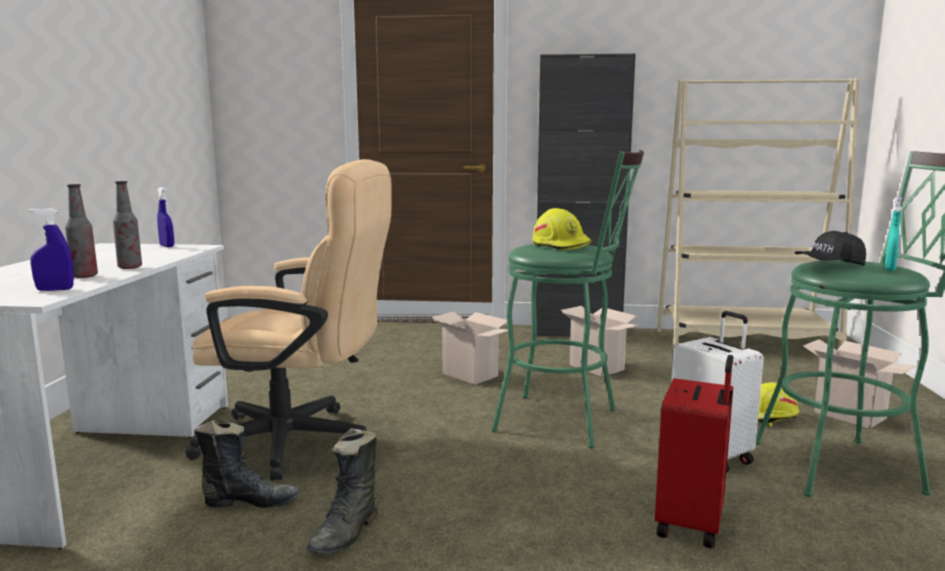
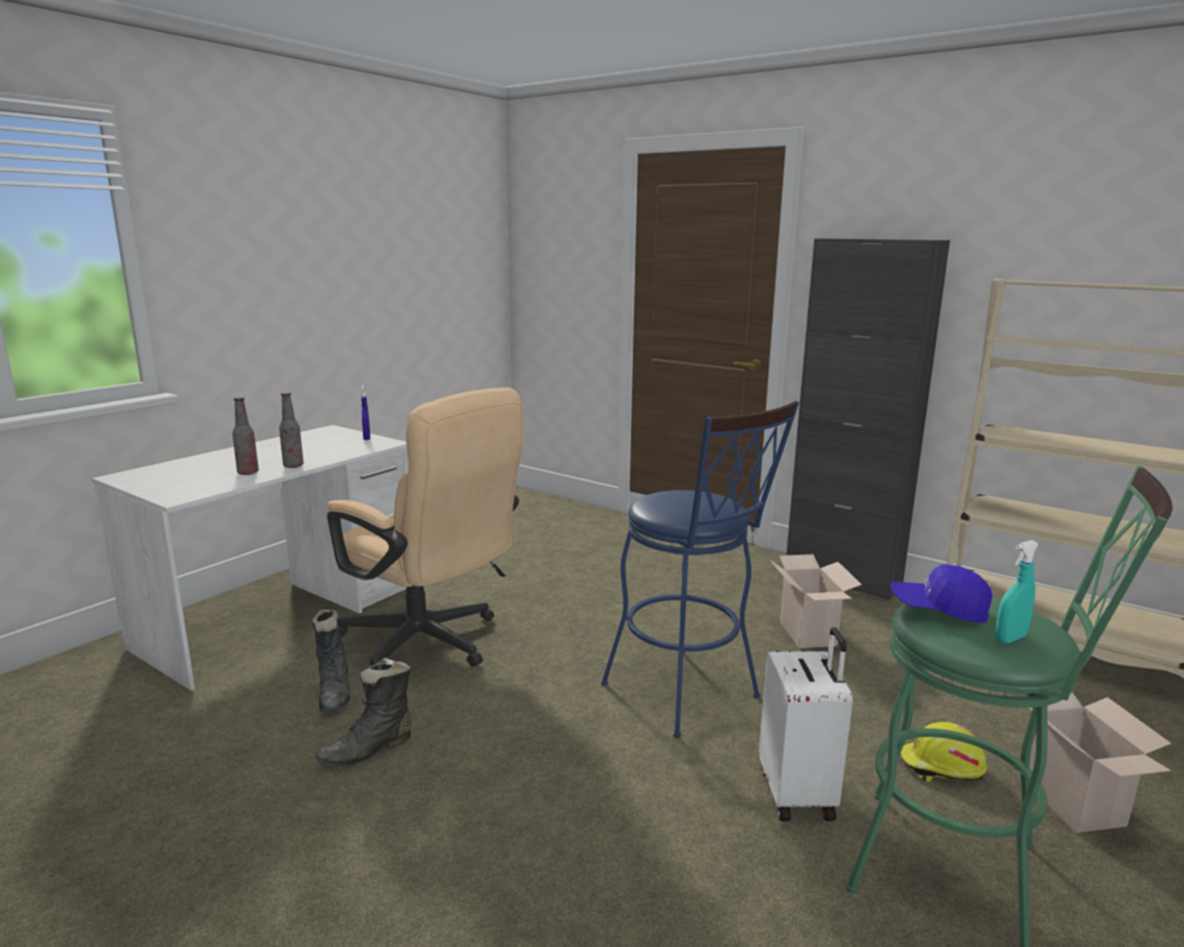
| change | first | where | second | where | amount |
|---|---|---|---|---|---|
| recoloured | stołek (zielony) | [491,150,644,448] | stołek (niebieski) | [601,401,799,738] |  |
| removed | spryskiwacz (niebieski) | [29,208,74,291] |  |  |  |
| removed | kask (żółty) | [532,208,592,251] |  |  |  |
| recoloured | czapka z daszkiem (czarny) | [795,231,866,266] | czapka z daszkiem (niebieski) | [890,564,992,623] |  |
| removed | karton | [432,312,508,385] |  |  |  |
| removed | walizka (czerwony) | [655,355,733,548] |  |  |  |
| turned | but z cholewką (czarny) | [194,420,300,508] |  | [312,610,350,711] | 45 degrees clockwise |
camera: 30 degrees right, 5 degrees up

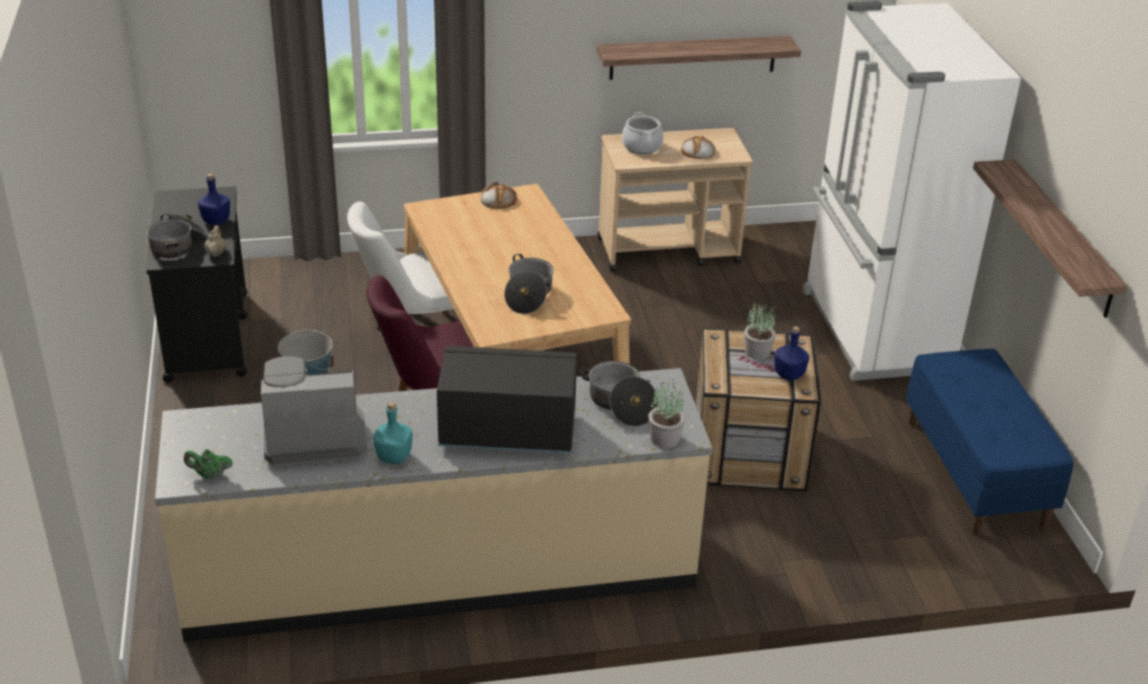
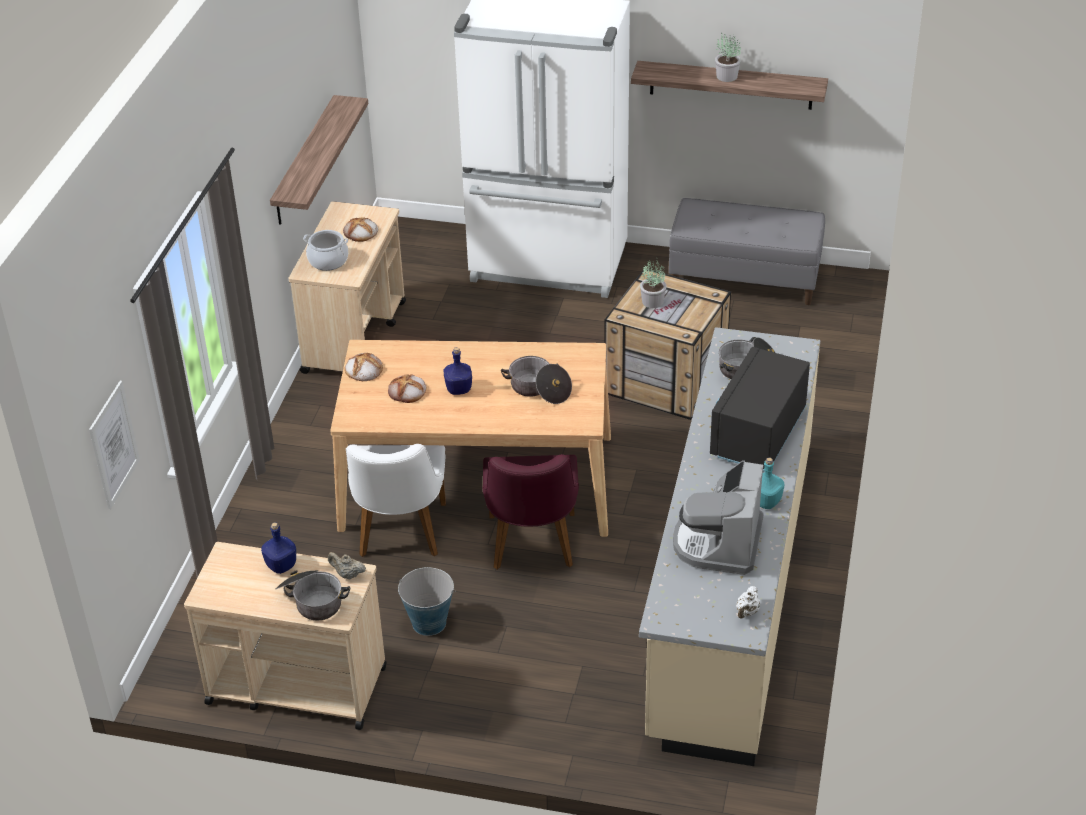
| change | first | where | second | where | amount |
|---|---|---|---|---|---|
| recoloured | wózek (czarny) | [146,186,248,382] | wózek (beżowy) | [184,542,387,730] |  |
| moved | butelka (niebieski) | [775,326,809,381] |  | [444,347,472,395] |  |
| recoloured | ławka (niebieski) | [906,349,1073,536] | ławka (szary) | [669,198,825,305] |  |
| moved | roślina doniczkowa | [649,380,685,448] |  | [715,33,741,82] |  |
| recoloured | imbryk (zielony) | [184,449,233,479] | imbryk (biały) | [736,586,760,619] |  |
| added |  |  | chleb | [388,374,426,403] |  |
| added |  |  | obraz | [89,381,140,509] |  |
camera: 65 degrees left, 5 degrees up

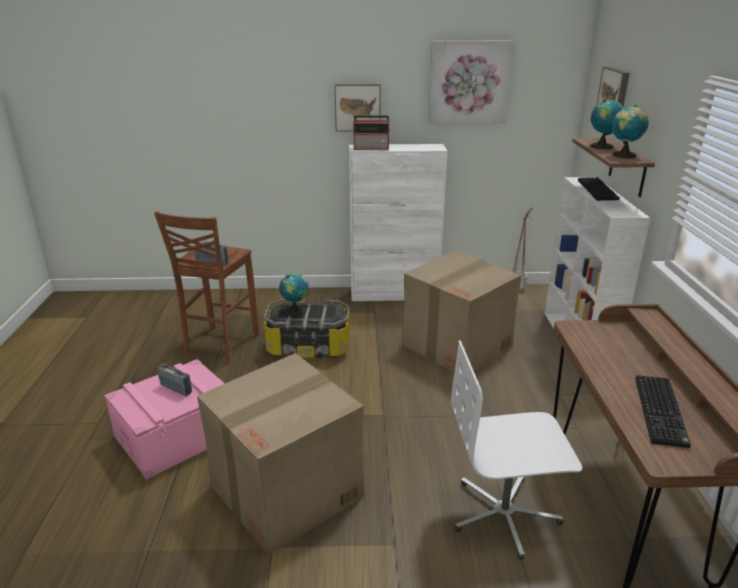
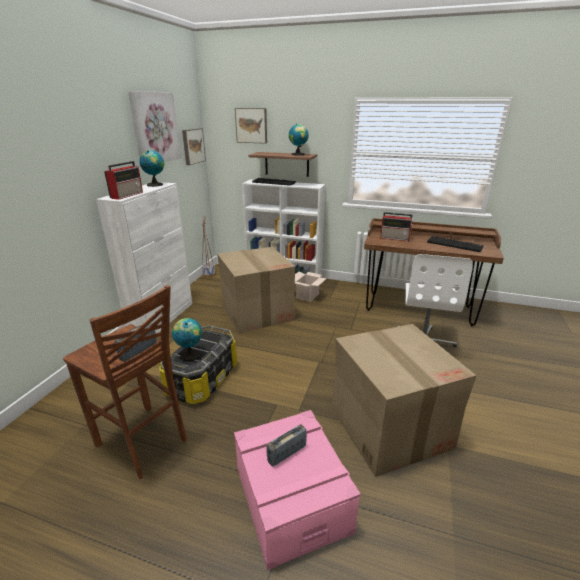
| change | first | where | second | where | amount |
|---|---|---|---|---|---|
| moved | obraz | [335,84,381,131] |  | [182,128,206,165] |  |
| moved | globus | [590,100,623,149] |  | [139,150,164,187] |  |
| added |  |  | radio | [380,212,413,241] |  |
| added |  |  | karton | [295,272,327,302] |  |
camera: 70 degrees left, 0 degrees up

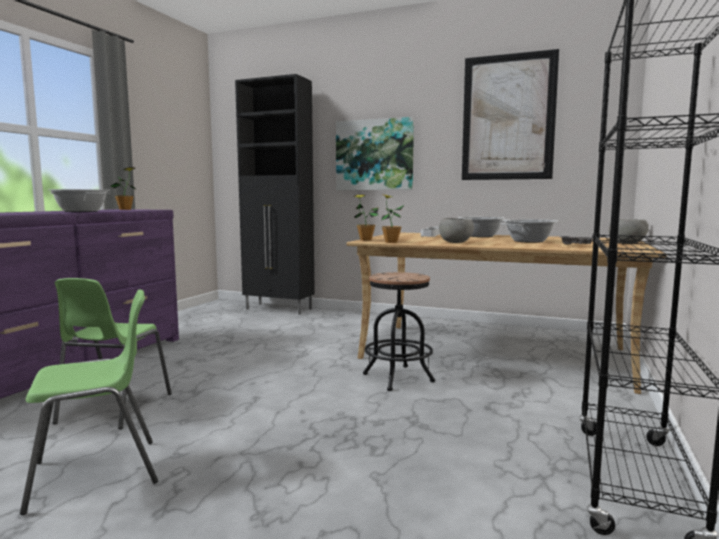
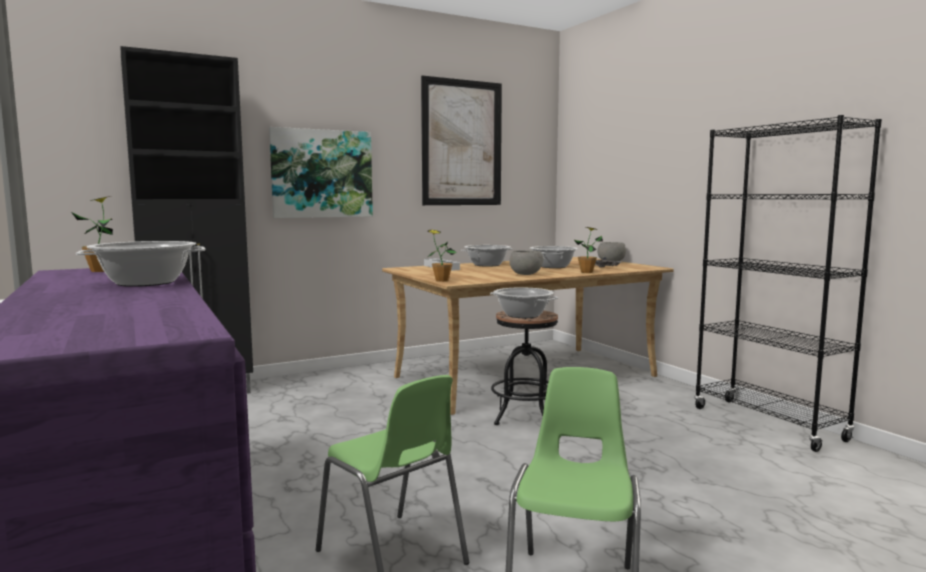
| change | first | where | second | where | amount |
|---|---|---|---|---|---|
| moved | roślina doniczkowa | [381,194,405,243] |  | [573,227,603,273] |  |
| added |  |  | garnek | [490,287,558,318] |  |
camera: 50 degrees left, 0 degrees up

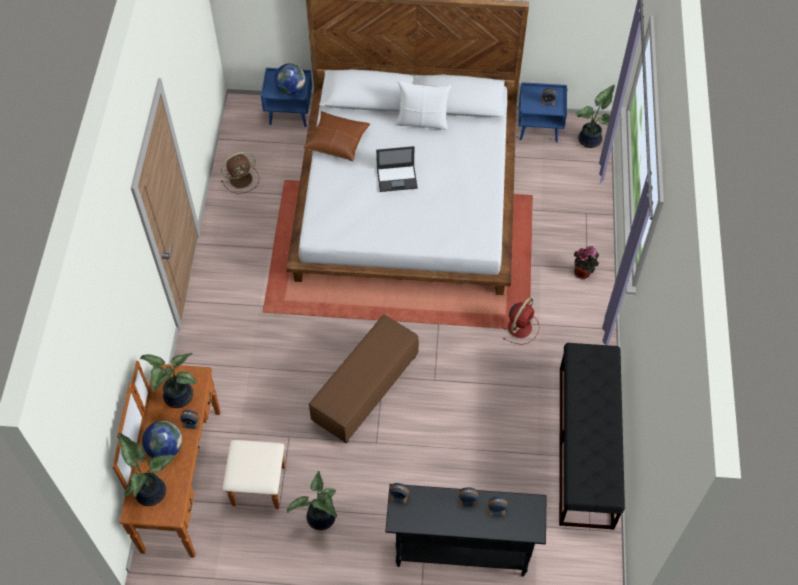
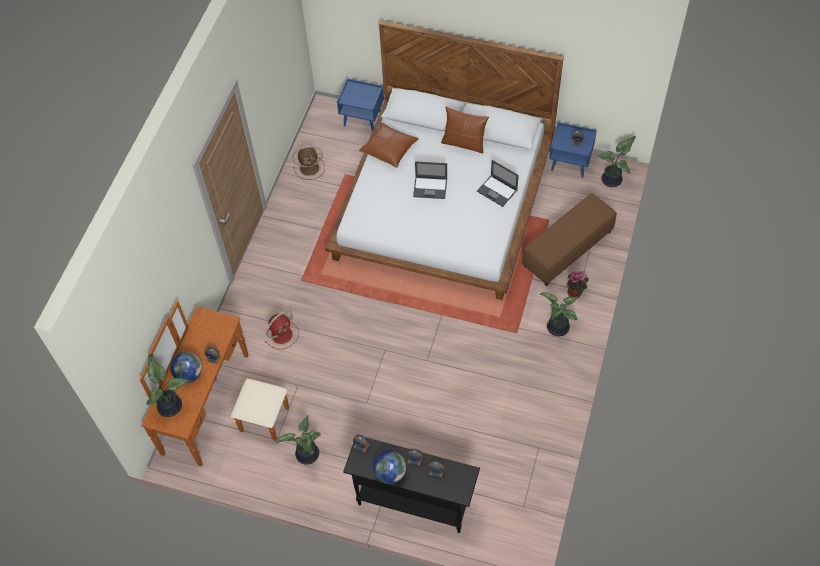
| change | first | where | second | where | amount |
|---|---|---|---|---|---|
| moved | globus | [274,63,305,95] |  | [373,450,406,484] |  |
| recoloured | poduszka (biały) | [396,81,451,130] | poduszka (brązowy) | [441,106,489,153] |  |
| moved | wentylator (czerwony) | [502,297,539,345] |  | [265,311,299,349] |  |
| moved | pufa (brązowy) | [309,315,419,444] |  | [522,193,617,286] |  |
| removed | ławka (czarny) | [559,343,625,530] |  |  |  |
| moved | roślina doniczkowa | [140,353,197,408] |  | [540,292,580,337] |  |
| added |  |  | laptop | [477,160,519,207] |  |
camera: 15 degrees right, 0 degrees up

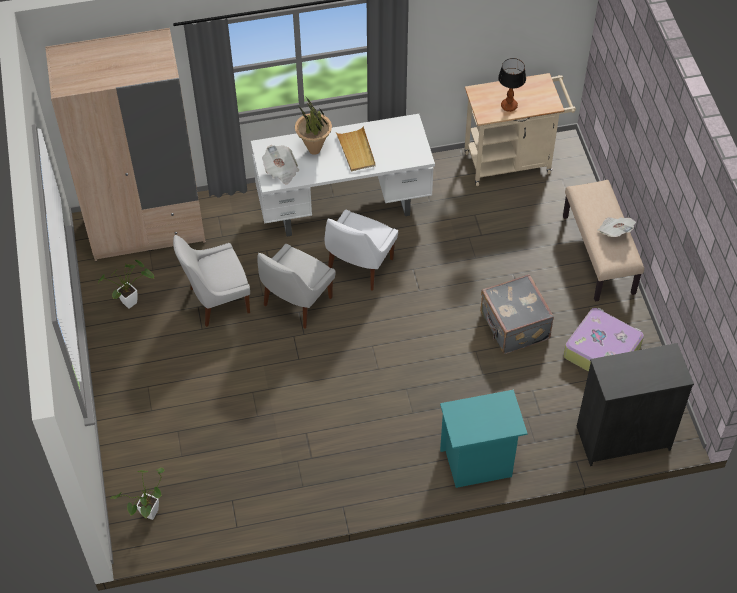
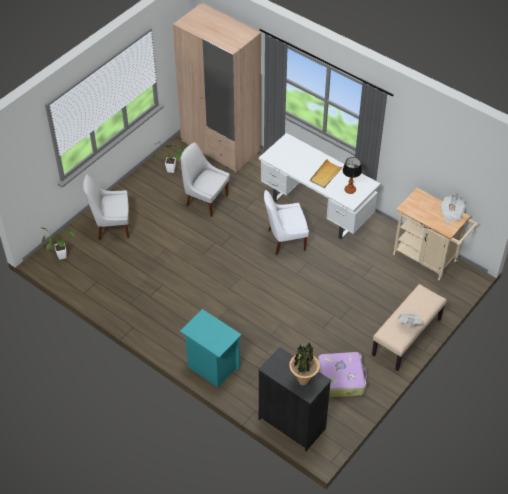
| change | first | where | second | where | amount |
|---|---|---|---|---|---|
| moved | lampa stołowa | [498,58,526,112] |  | [343,157,362,194] |  |
| moved | roślina doniczkowa | [295,97,332,155] |  | [289,342,320,385] |  |
| moved | gazeta | [262,145,299,185] |  | [440,194,466,223] |  |
| moved | krzesło (biały) | [257,244,336,329] |  | [83,174,129,240] |  |
| removed | walizka (szary) | [480,274,554,354] |  |  |  |
camera: 50 degrees right, 5 degrees down

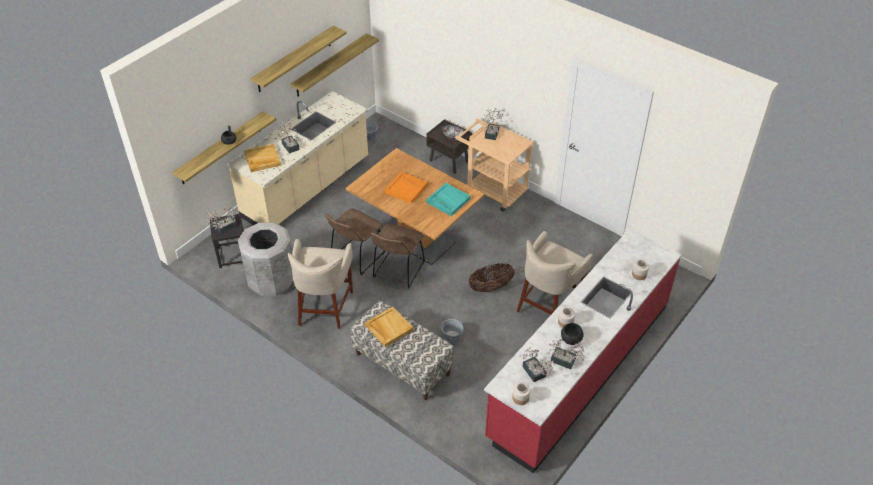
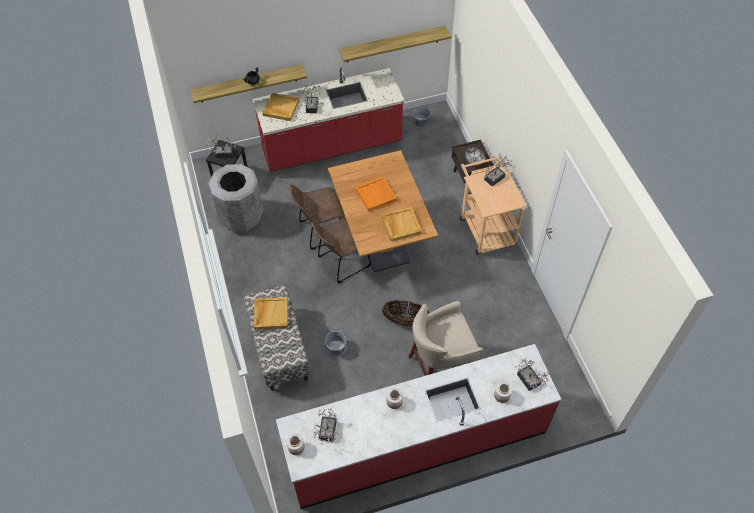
| change | first | where | second | where | amount |
|---|---|---|---|---|---|
| removed | półka | [251,26,347,92] |  |  |  |
| recoloured | zabudowa kuchenna (beżowy) | [228,91,368,225] | zabudowa kuchenna (czerwony) | [252,68,405,172] |  |
| recoloured | taca (turkusowy) | [426,183,471,216] | taca (beżowy) | [381,207,422,242] |  |
| removed | stołek (beżowy) | [287,239,353,329] |  |  |  |
| removed | miska (czarny) | [561,323,583,345] |  |  |  |
| moved | roślina doniczkowa | [547,339,586,369] |  | [515,358,551,391] |  |
camera: 35 degrees right, 10 degrees up

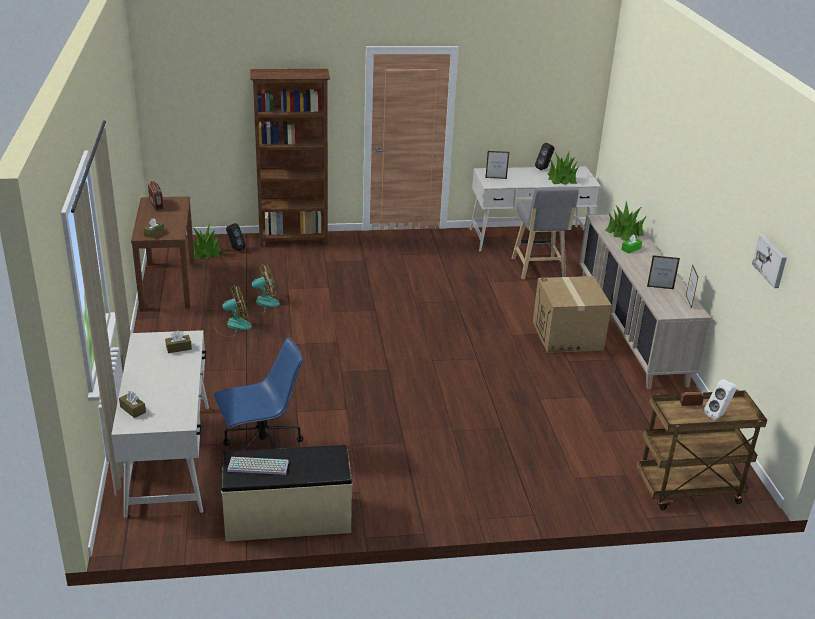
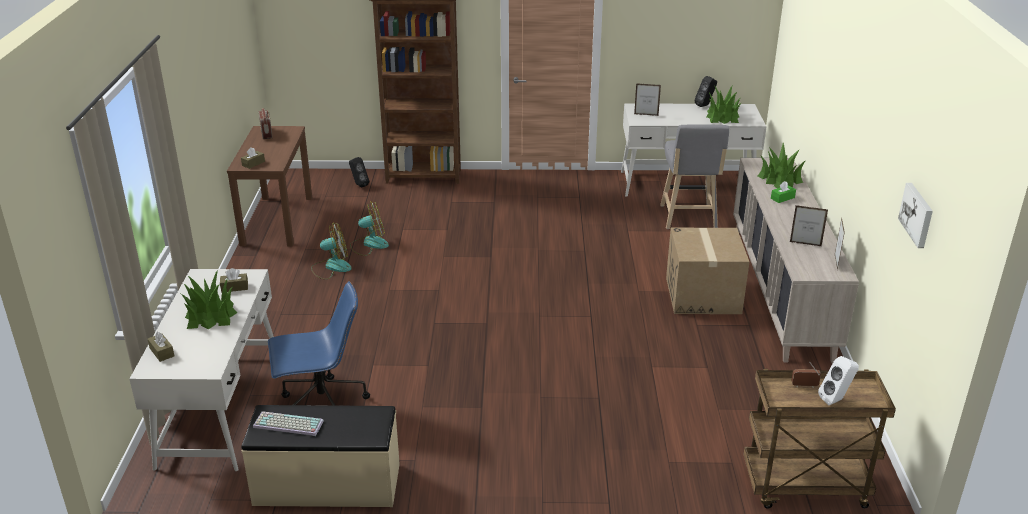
| change | first | where | second | where | amount |
|---|---|---|---|---|---|
| moved | roślina doniczkowa | [193,223,221,259] |  | [181,269,237,329] |  |
camera: 10 degrees right, 0 degrees up

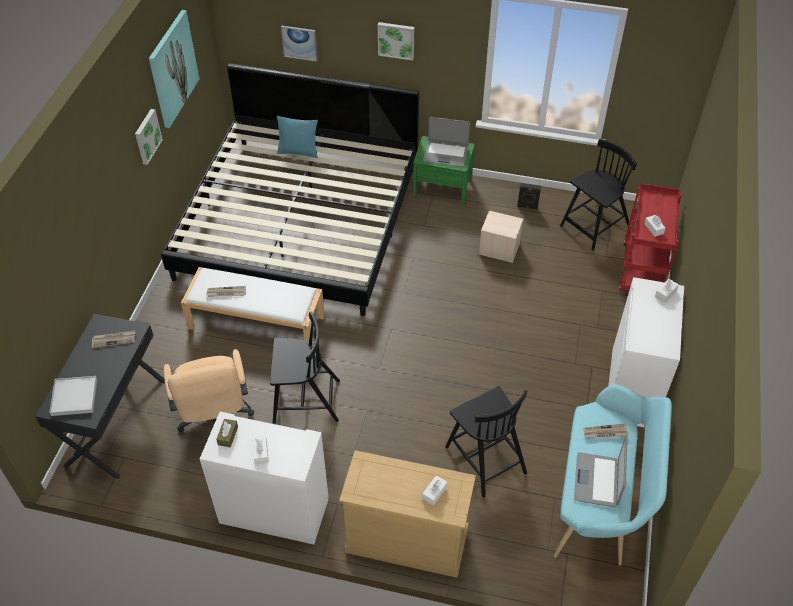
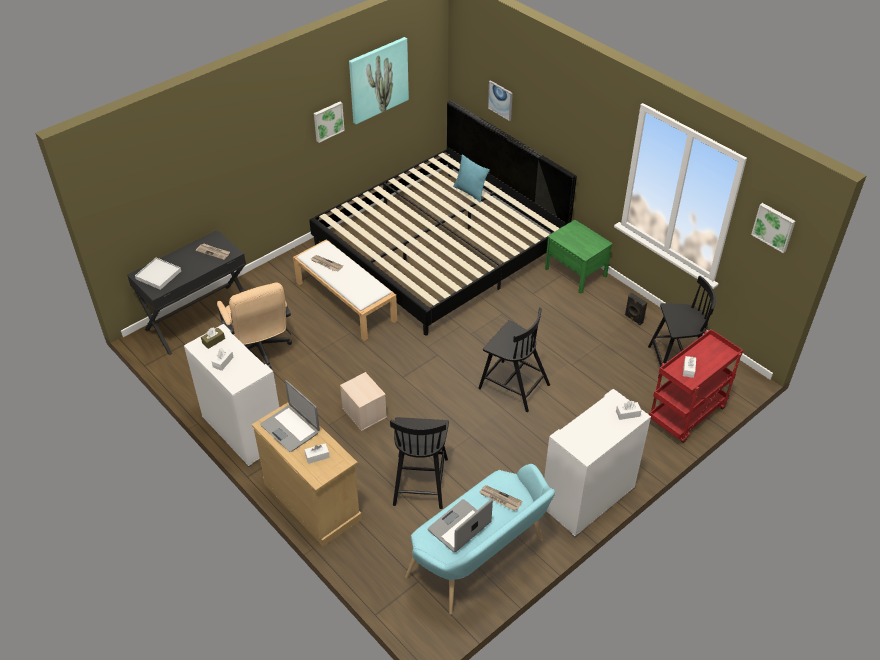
| change | first | where | second | where | amount |
|---|---|---|---|---|---|
| moved | obraz | [378,22,414,61] |  | [751,203,795,253] |  |
| moved | laptop | [423,117,470,167] |  | [260,380,320,452] |  |
| moved | pojemnik do przechowywania (beżowy) | [479,211,523,263] |  | [340,372,387,431] |  |
| moved | krzesło (czarny) | [270,312,340,423] |  | [478,307,550,412] |  |
| turned | krzesło biurowe (beżowy) | [164,349,254,433] |  | [217,283,292,369] | 45 degrees counterclockwise |
camera: 35 degrees right, 5 degrees down

